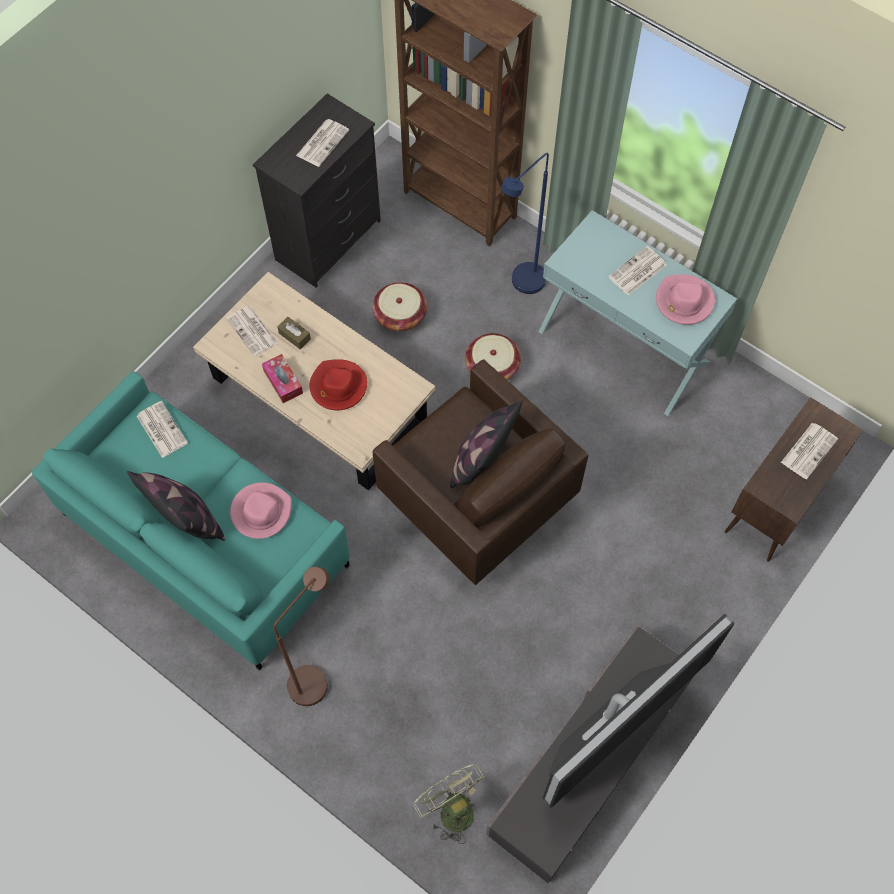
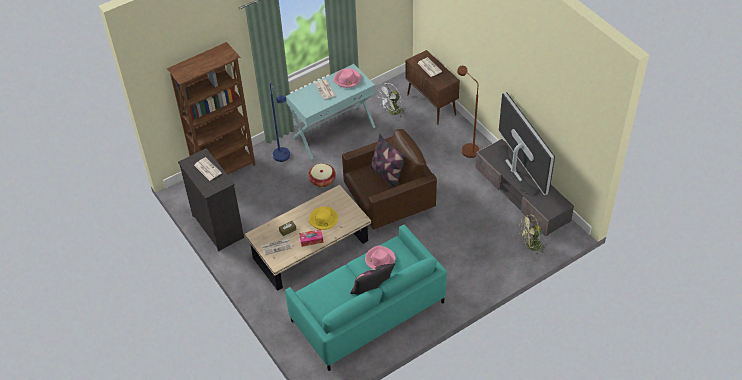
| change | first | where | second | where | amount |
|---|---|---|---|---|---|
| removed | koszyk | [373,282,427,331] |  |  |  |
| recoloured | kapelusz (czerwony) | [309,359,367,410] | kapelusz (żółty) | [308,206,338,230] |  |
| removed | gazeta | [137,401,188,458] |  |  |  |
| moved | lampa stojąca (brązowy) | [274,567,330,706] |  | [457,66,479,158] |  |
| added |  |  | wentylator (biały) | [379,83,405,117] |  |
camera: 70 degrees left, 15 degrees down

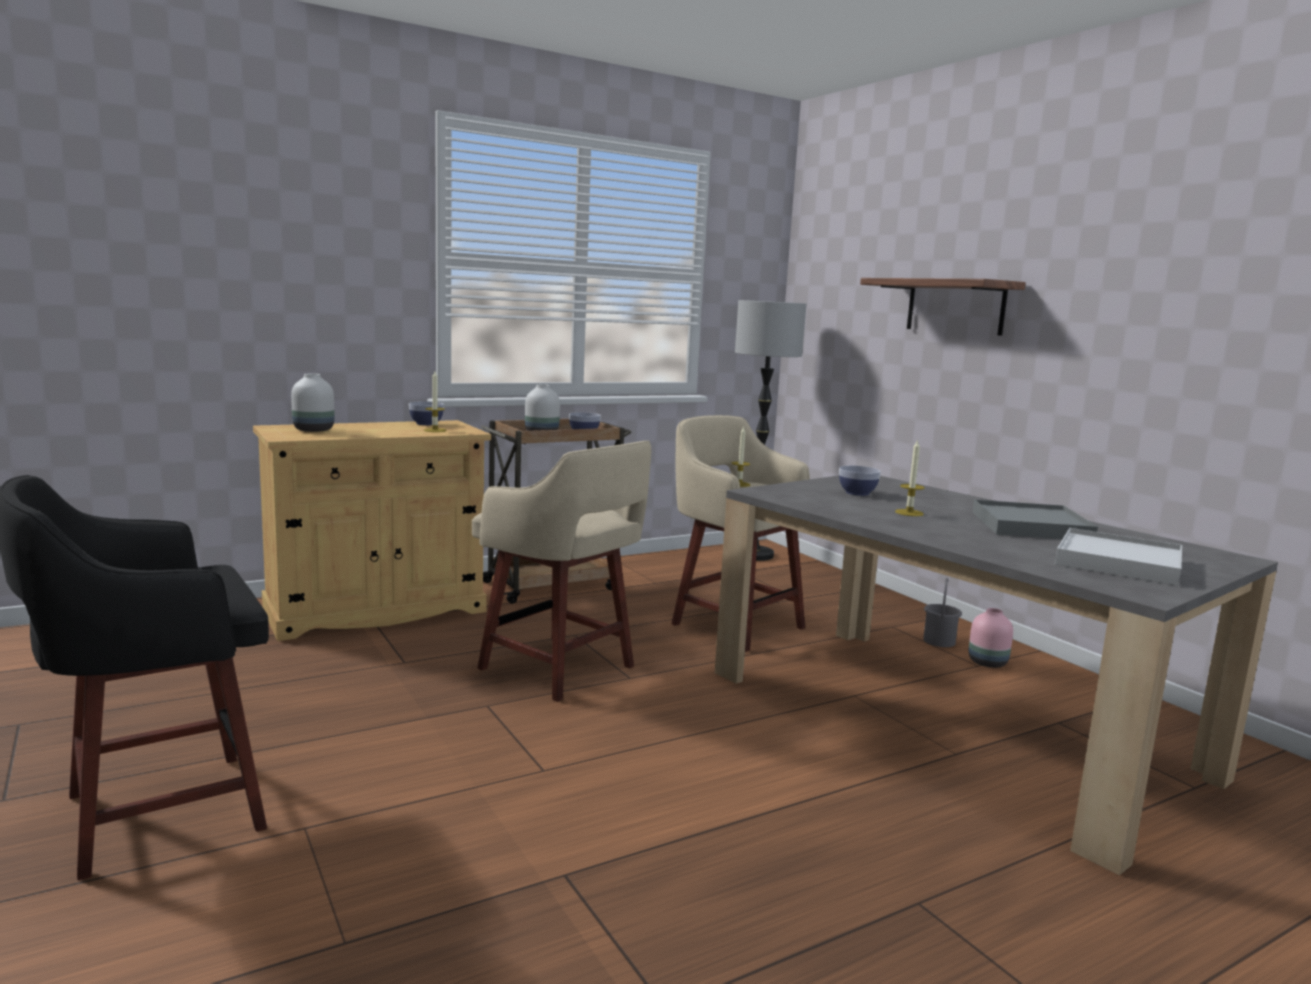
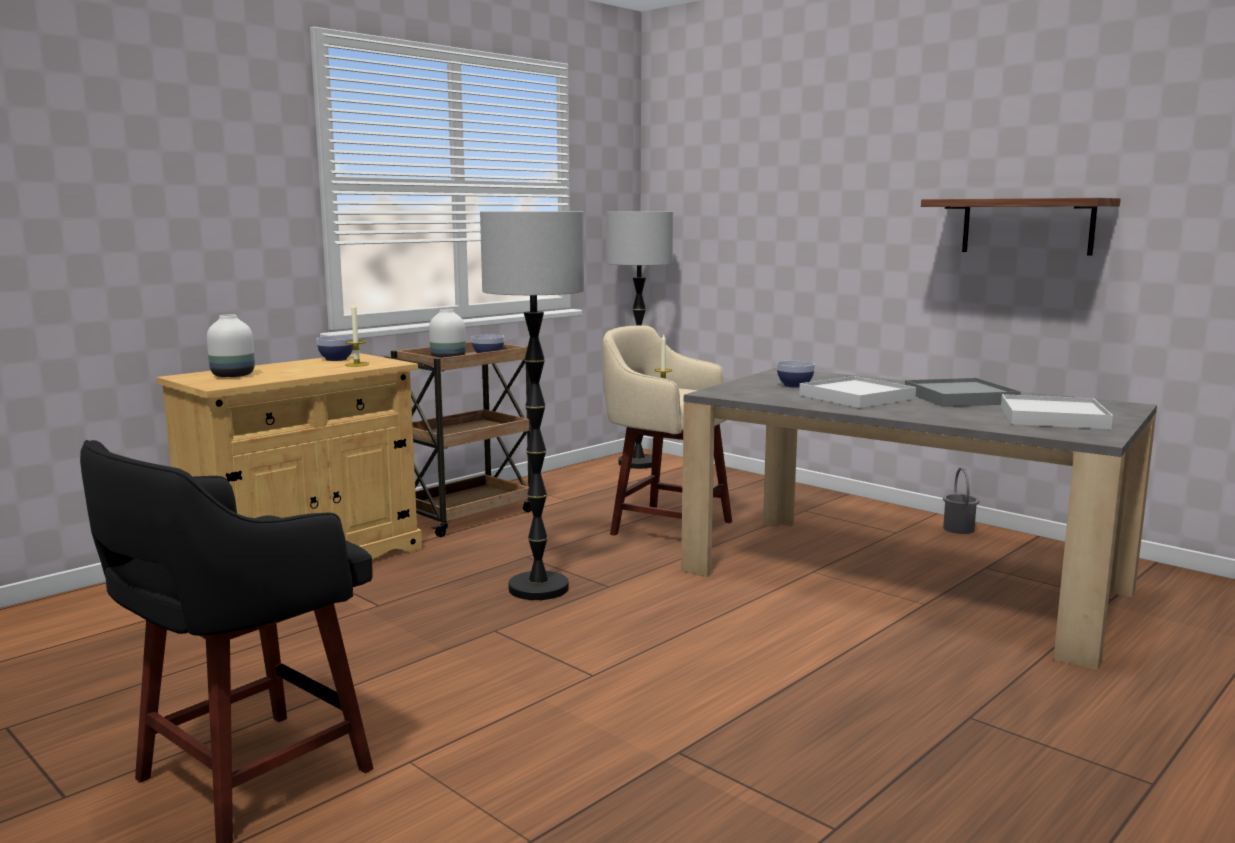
| change | first | where | second | where | amount |
|---|---|---|---|---|---|
| moved | półka | [860,278,1026,336] |  | [921,198,1121,256] |  |
| replaced | świeca | [895,439,924,516] | taca (biały) | [799,376,916,408] |  |
| replaced | stołek (beżowy) | [472,441,651,702] | lampa stojąca | [480,211,584,600] |  |
| moved | wiadro (szary) | [923,578,962,647] |  | [943,467,979,534] |  |
| removed | wazon (różowy) | [969,608,1013,668] |  |  |  |
camera: 15 degrees left, 0 degrees up

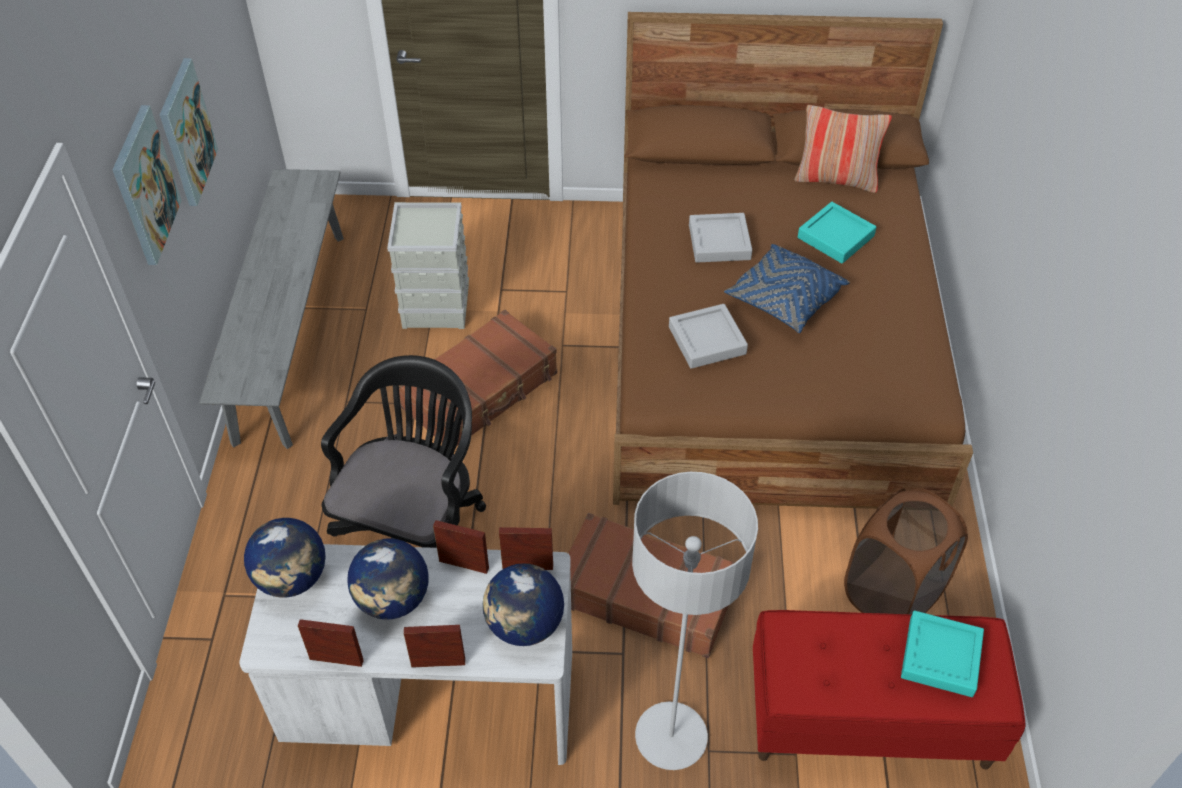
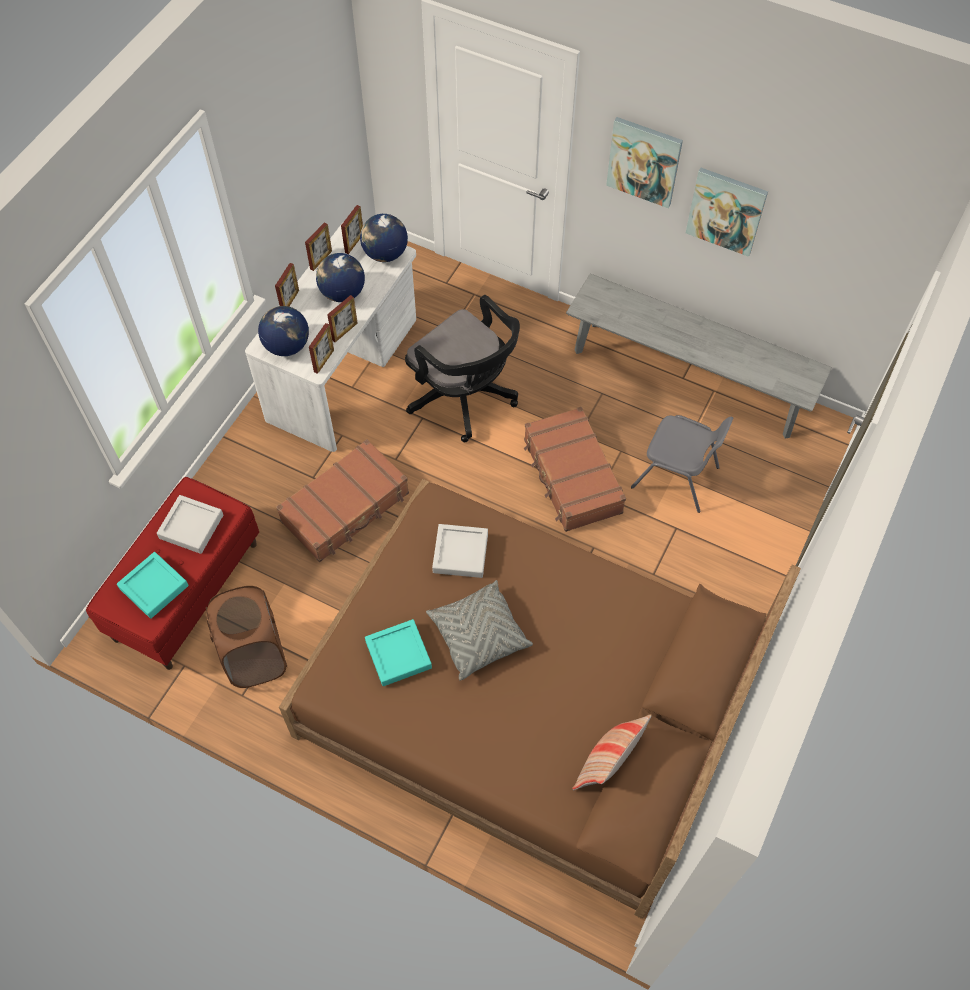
| change | first | where | second | where | amount |
|---|---|---|---|---|---|
| replaced | pojemnik do przechowywania (szary) | [387,202,469,329] | krzesło (szary) | [631,415,733,513] |  |
| moved | taca (turkusowy) | [798,202,876,264] |  | [365,619,432,686] |  |
| moved | taca (szary) | [689,213,752,263] |  | [157,495,223,554] |  |
| recoloured | poduszka (niebieski) | [724,244,850,333] | poduszka (szary) | [426,580,533,681] |  |
| removed | lampa stojąca (szary) | [632,472,758,770] |  |  |  |
| added |  |  | ramka na zdjęcie | [341,205,363,254] |  |
camera: 115 degrees right, 10 degrees up

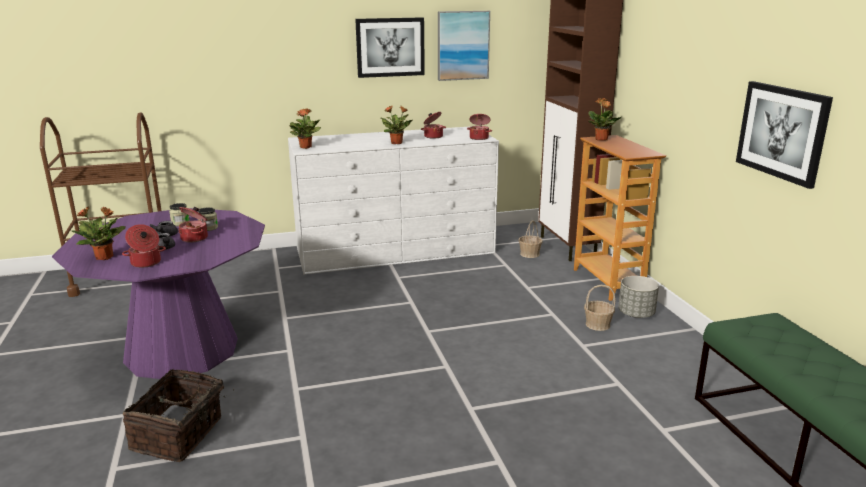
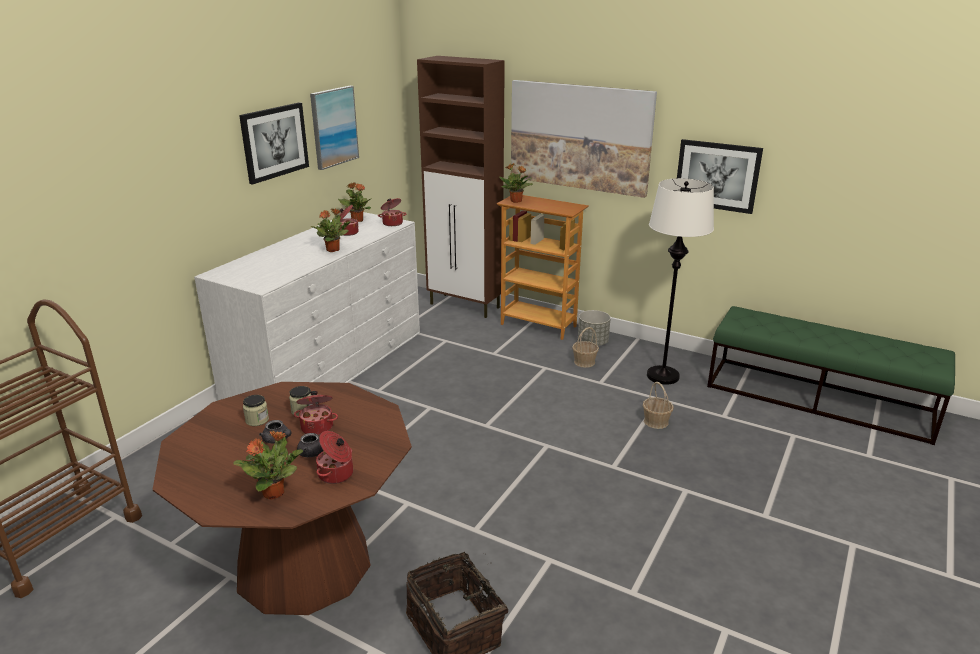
| change | first | where | second | where | amount |
|---|---|---|---|---|---|
| moved | roślina doniczkowa | [289,108,321,149] |  | [338,183,372,222] |  |
| recoloured | stół jadalny (fioletowy) | [52,208,265,379] | stół jadalny (brązowy) | [153,382,412,615] |  |
| moved | koszyk | [518,220,543,258] |  | [643,382,674,429] |  |
| added |  |  | obraz | [511,80,657,198] |  |
| added |  |  | lampa stojąca (biały) | [647,178,714,385] |  |
camera: 45 degrees left, 5 degrees up

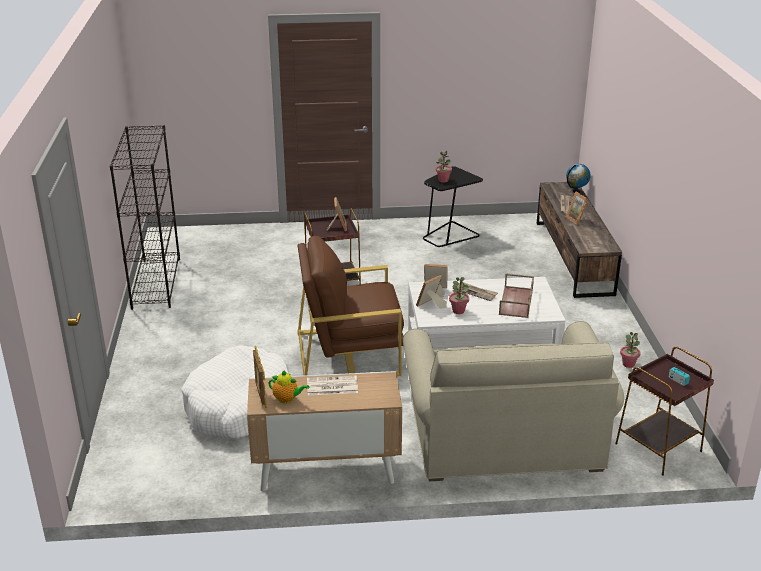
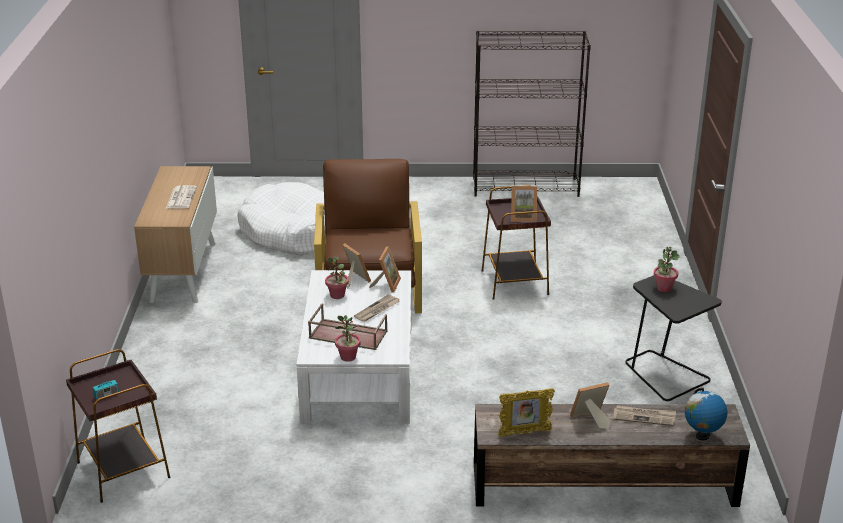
| change | first | where | second | where | amount |
|---|---|---|---|---|---|
| removed | kanapa (beżowy) | [403,321,624,481] |  |  |  |
| moved | roślina doniczkowa | [620,332,641,368] |  | [335,315,360,362] |  |
| moved | ramka na zdjęcie | [253,346,267,409] |  | [498,388,555,437] |  |
| removed | imbryk | [269,370,309,403] |  |  |  |
camera: 95 degrees right, 0 degrees up

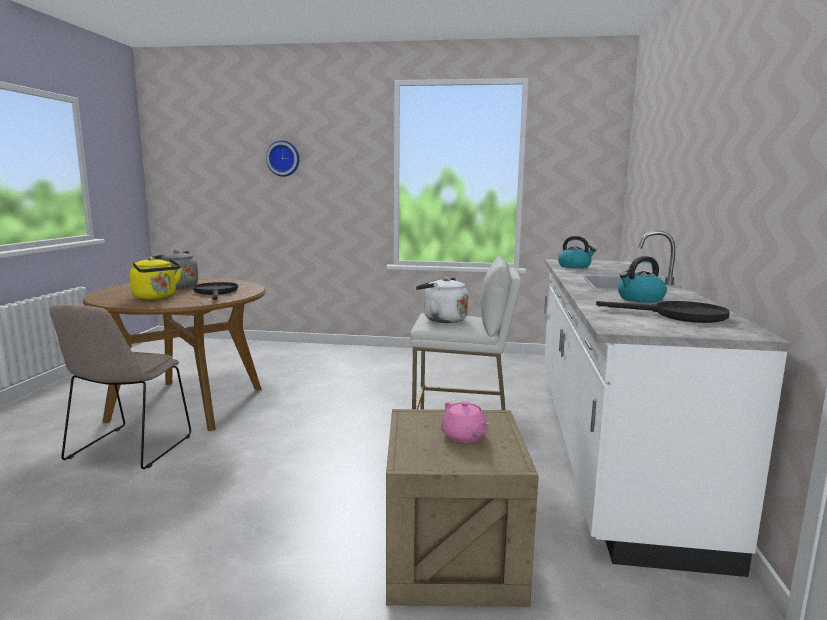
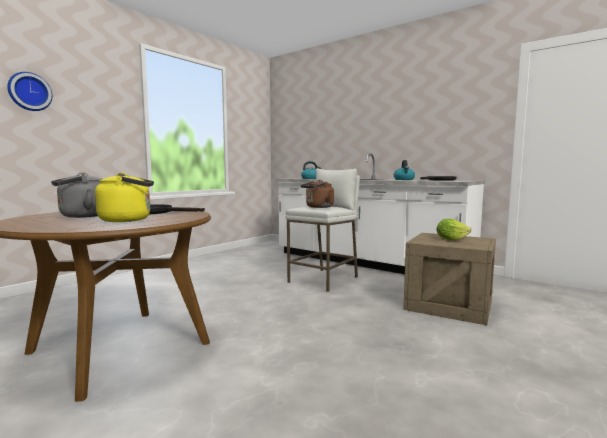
| change | first | where | second | where | amount |
|---|---|---|---|---|---|
| recoloured | czajnik (biały) | [416,277,468,323] | czajnik (brązowy) | [301,180,334,208] |  |
| removed | krzesło (beżowy) | [50,305,191,469] |  |  |  |
| replaced | imbryk (różowy) | [441,401,489,442] | sałata | [437,219,471,241] |  |
camera: 60 degrees left, 5 degrees down

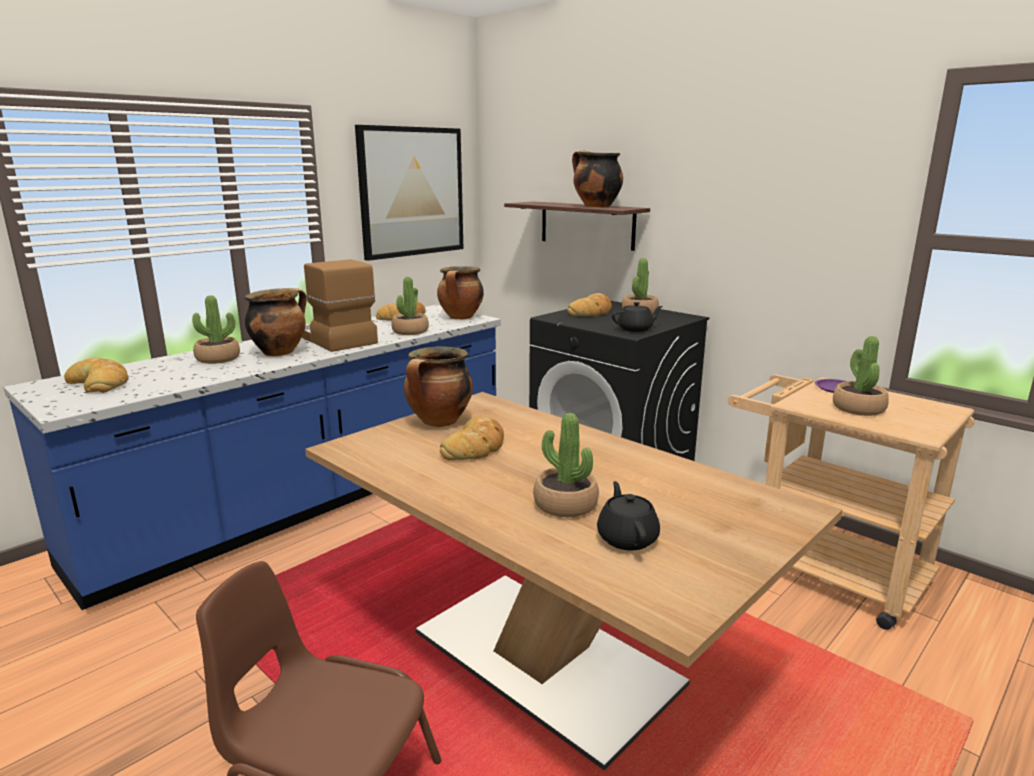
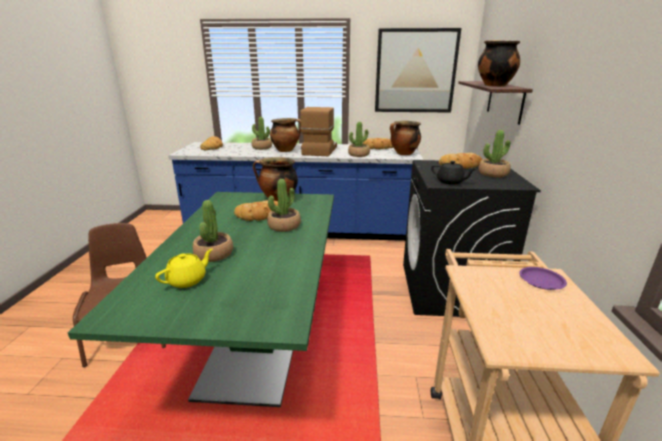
| change | first | where | second | where | amount |
|---|---|---|---|---|---|
| moved | roślina doniczkowa | [833,336,889,416] |  | [267,179,301,232] |  |
| recoloured | stół jadalny (brązowy) | [305,392,842,770] | stół jadalny (zielony) | [68,192,334,407] |  |
| recoloured | imbryk (czarny) | [597,481,660,550] | imbryk (żółty) | [155,249,213,288] |  |
camera: 50 degrees right, 5 degrees up

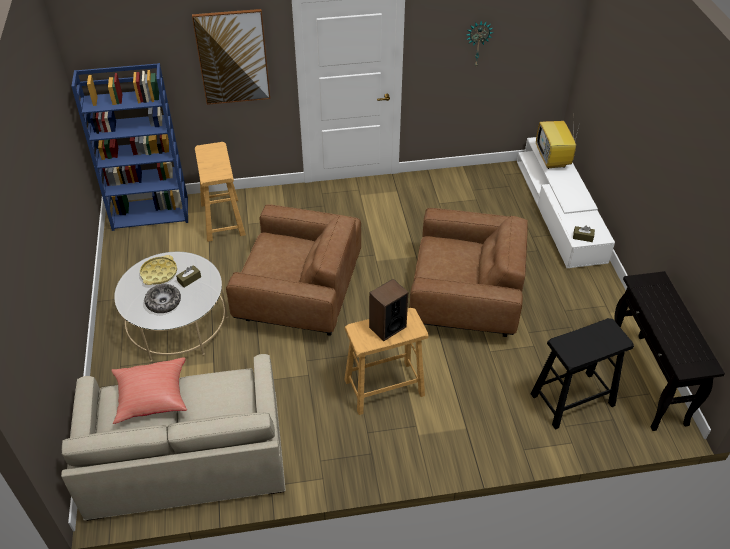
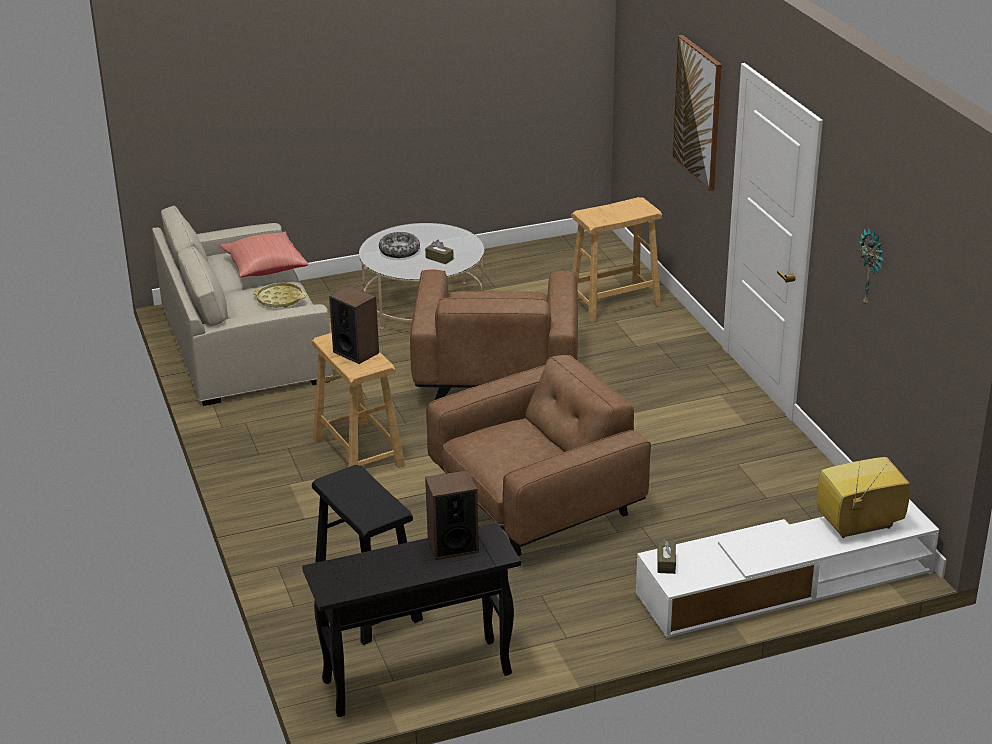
| change | first | where | second | where | amount |
|---|---|---|---|---|---|
| removed | regał (niebieski) | [71,63,188,231] |  |  |  |
| turned | fotel (brązowy) | [409,208,528,337] |  | [426,355,651,556] | 120 degrees counterclockwise |
| moved | taca (żółty) | [140,255,177,285] |  | [253,283,307,308] |  |
| added |  |  | głośnik | [425,470,479,560] |  |
camera: 80 degrees right, 15 degrees down

